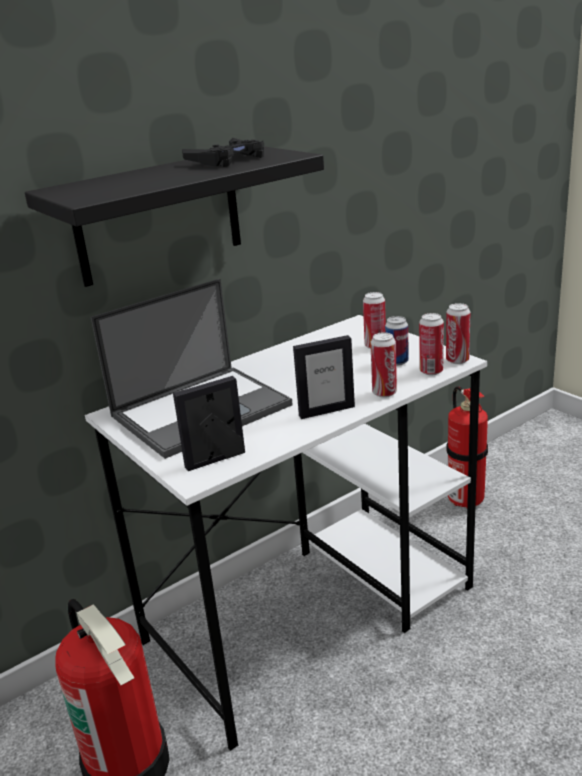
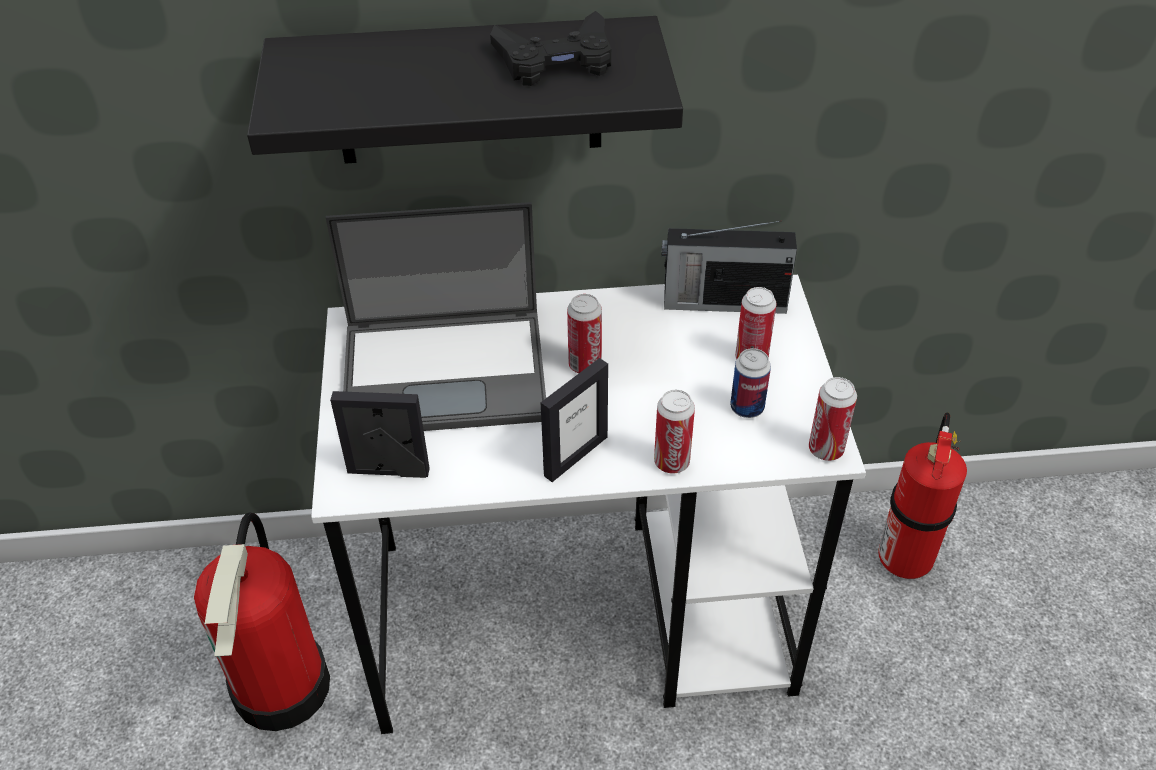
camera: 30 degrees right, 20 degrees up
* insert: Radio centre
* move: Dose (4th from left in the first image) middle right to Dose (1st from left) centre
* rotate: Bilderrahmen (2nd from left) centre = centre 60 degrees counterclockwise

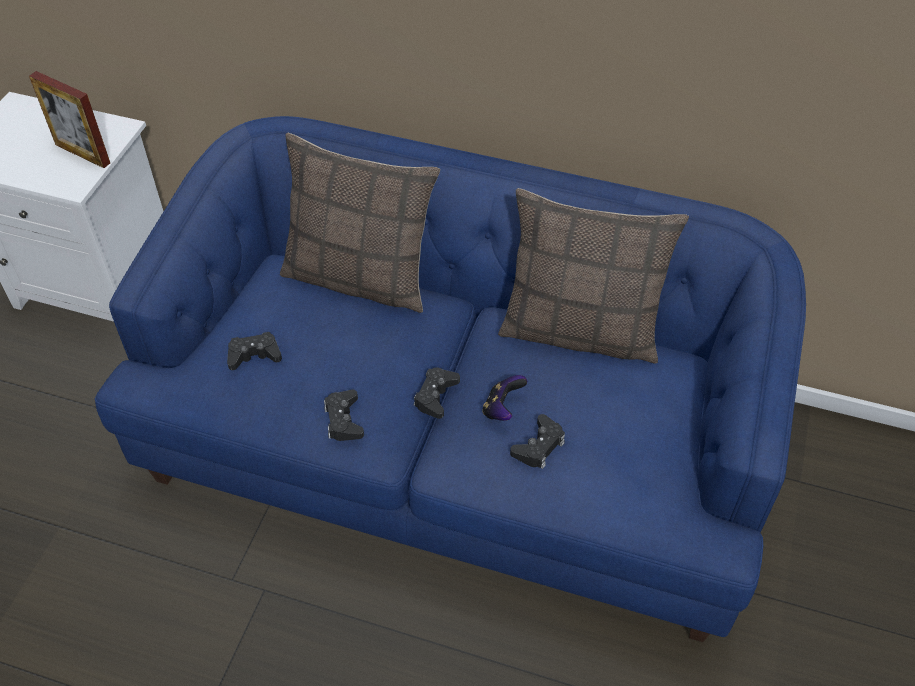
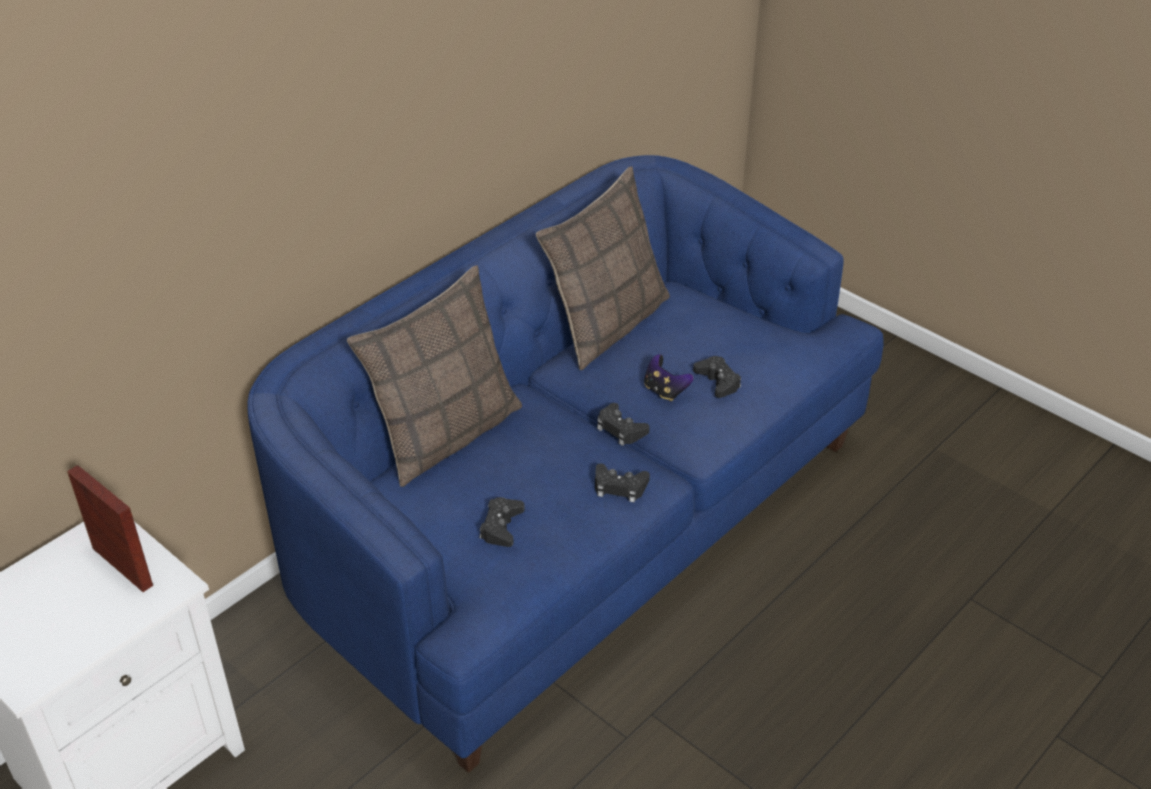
camera: 65 degrees left, 10 degrees down
* rotate: Bilderrahmen top left = bottom left 105 degrees counterclockwise

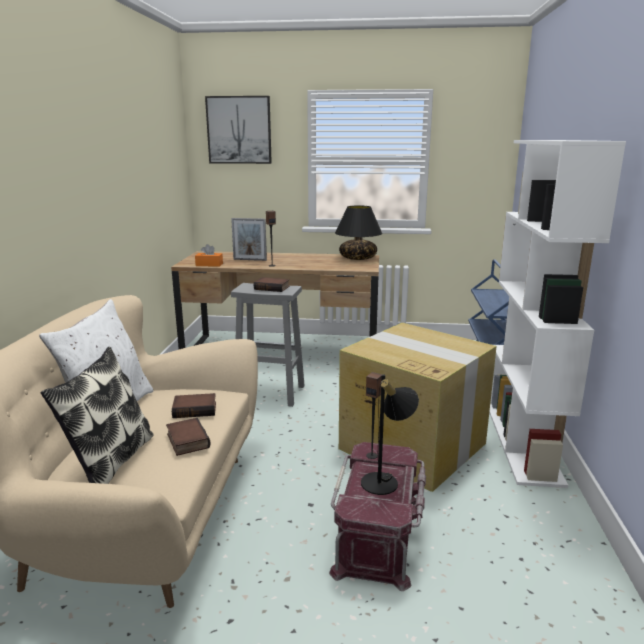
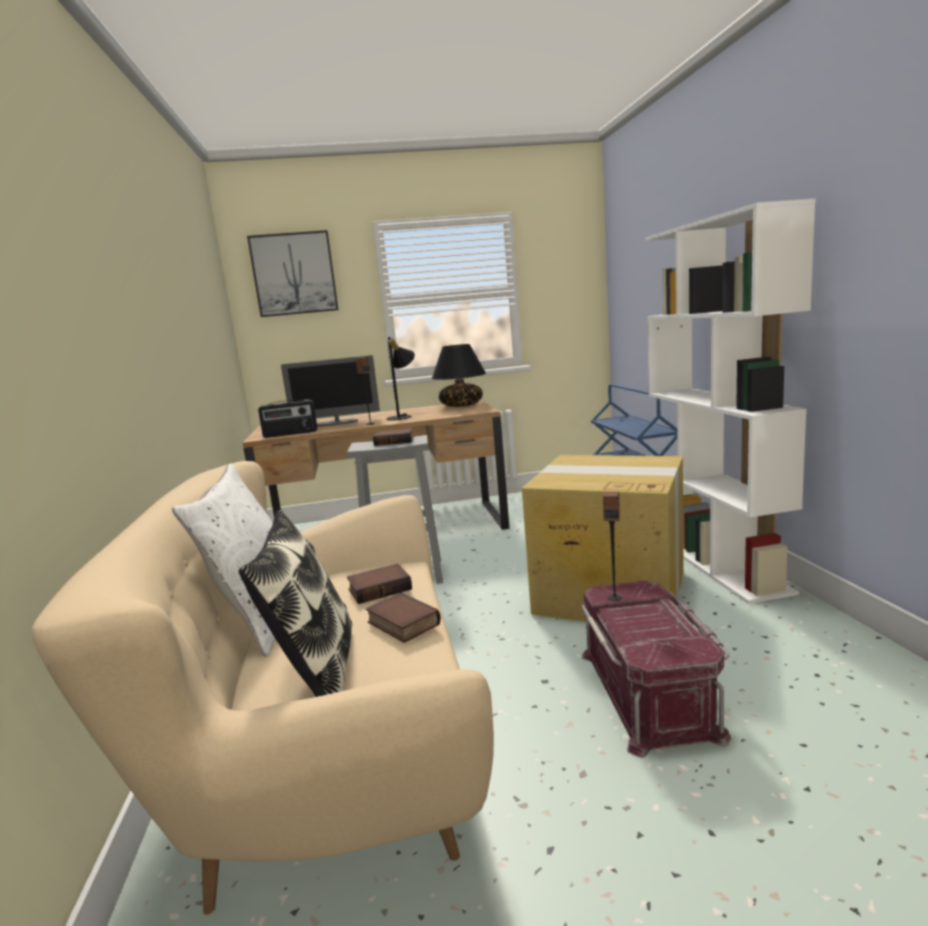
camera: 15 degrees left, 5 degrees down
* move: Tischlampe [schwarz] (2nd from left in the first image) bottom centre to Tischlampe [schwarz] (1st from left) centre
* replace: Taschentuchbox [orange] middle left to Radio middle left
* replace: Bilderrahmen centre to Monitor centre

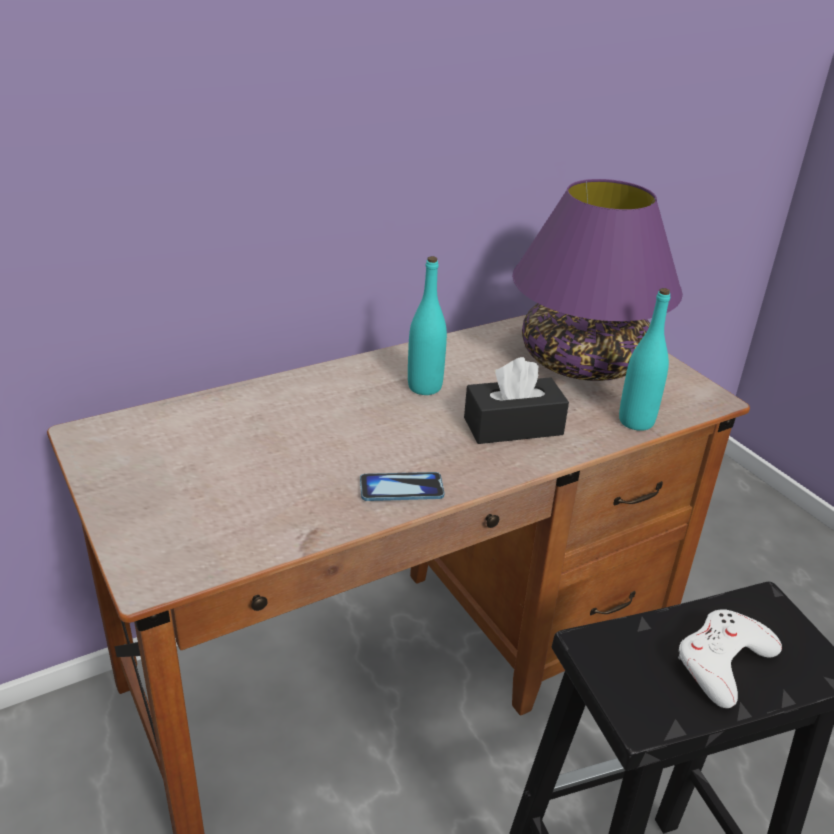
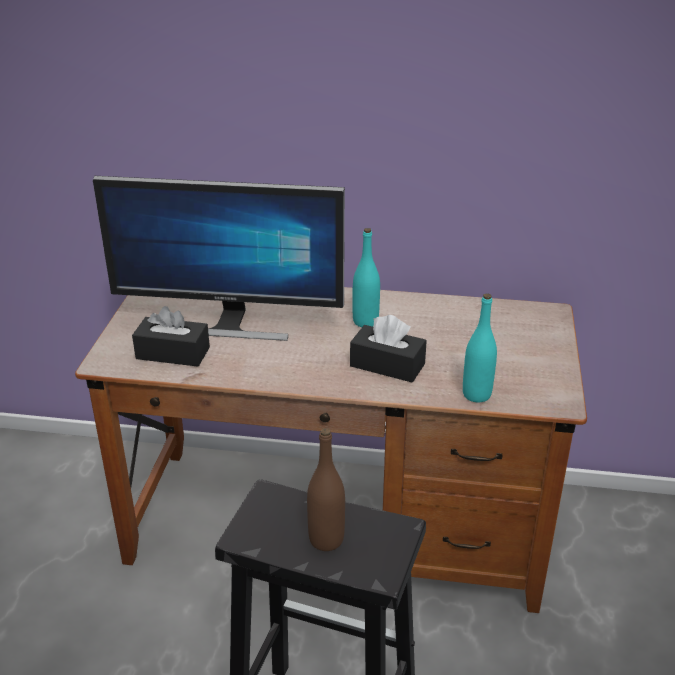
camera: 40 degrees right, 0 degrees up
* delete: Handy centre
* delete: Tischlampe [lila] middle right
* insert: Monitor middle left
* insert: Taschentuchbox [schwarz] (1st from left) middle left
* replace: Gamepad [weiß] bottom right to Flasche [braun] bottom centre

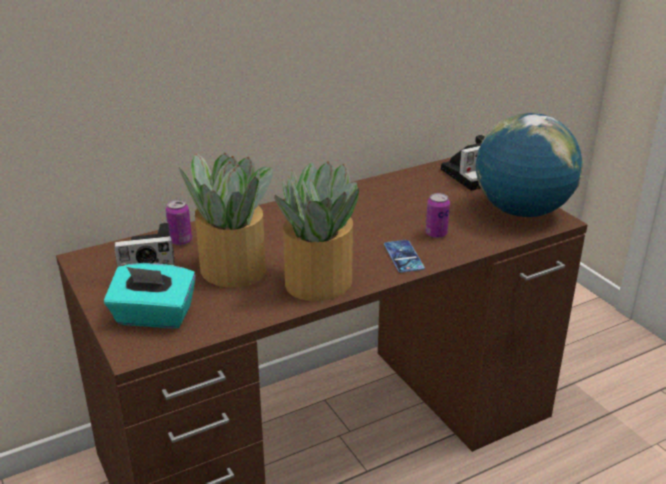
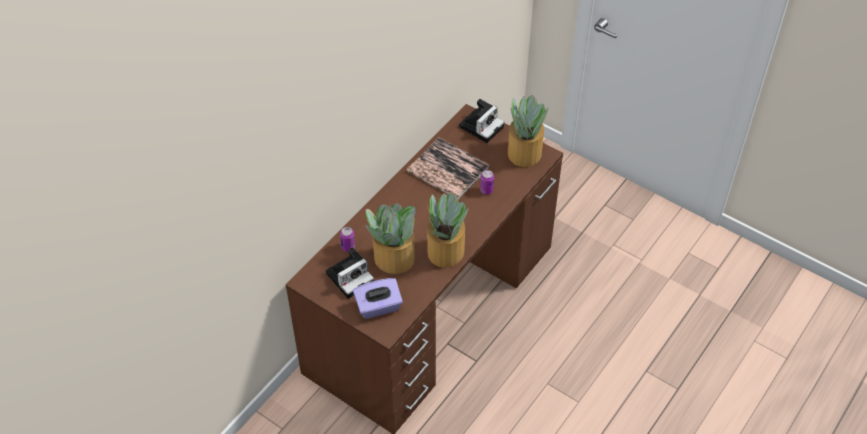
camera: 25 degrees left, 20 degrees up
* delete: Handy centre
* insert: Buch centre
* replace: Globus middle right to Topfpflanze (3rd from left) top centre
* recolor: Taschentuchbox [türkis] middle left to Taschentuchbox [lila] bottom centre

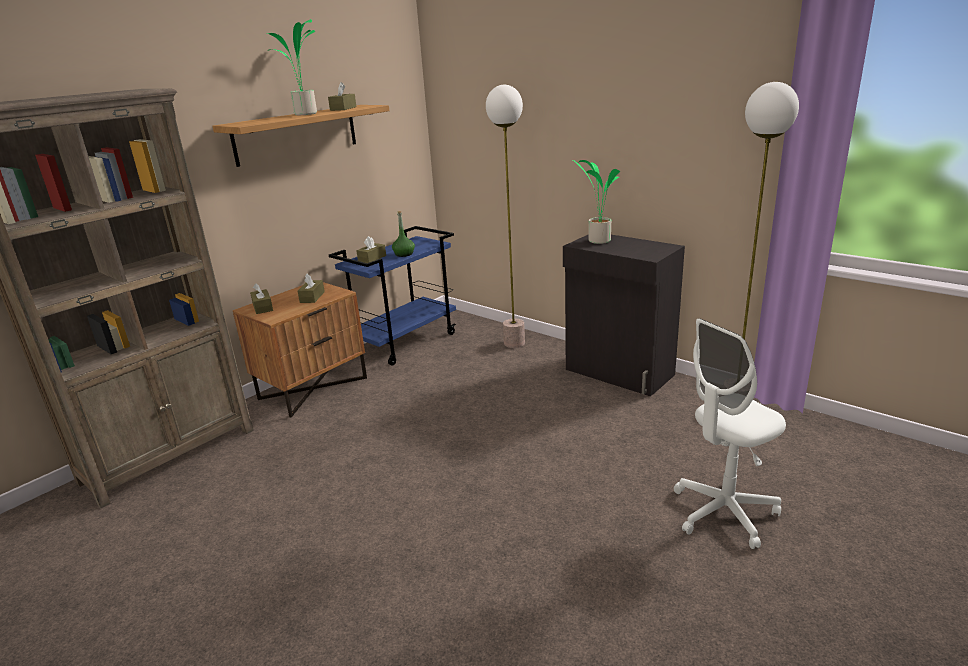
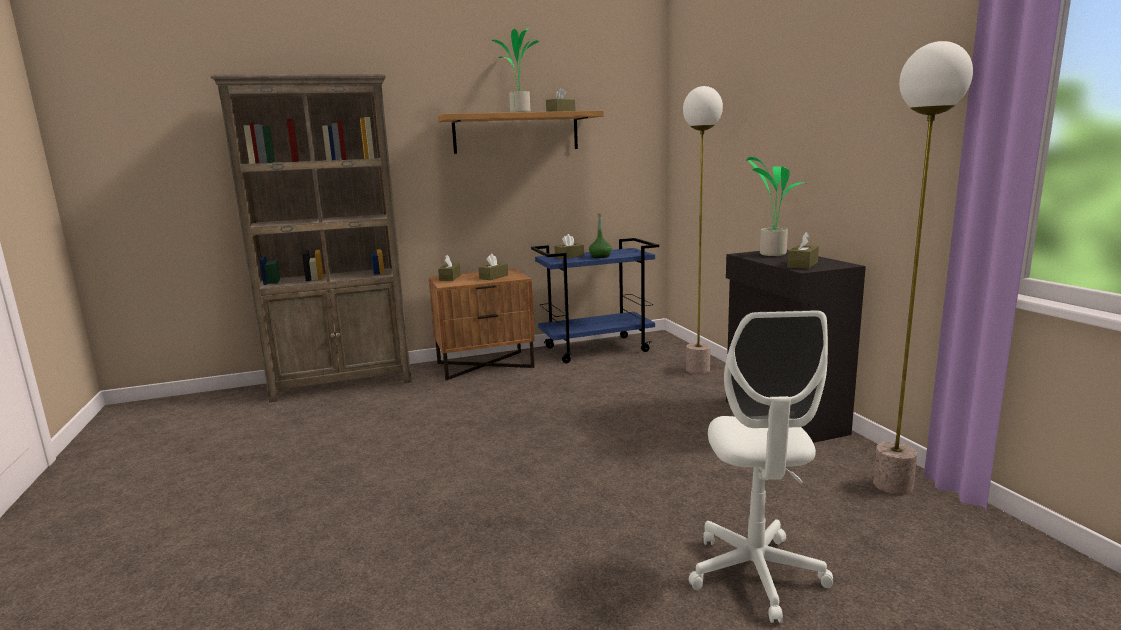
camera: 30 degrees right, 10 degrees down
* insert: Taschentuchbox [braun] (5th from left) middle right
* rotate: Bürostuhl [weiß] middle right = bottom right 90 degrees counterclockwise

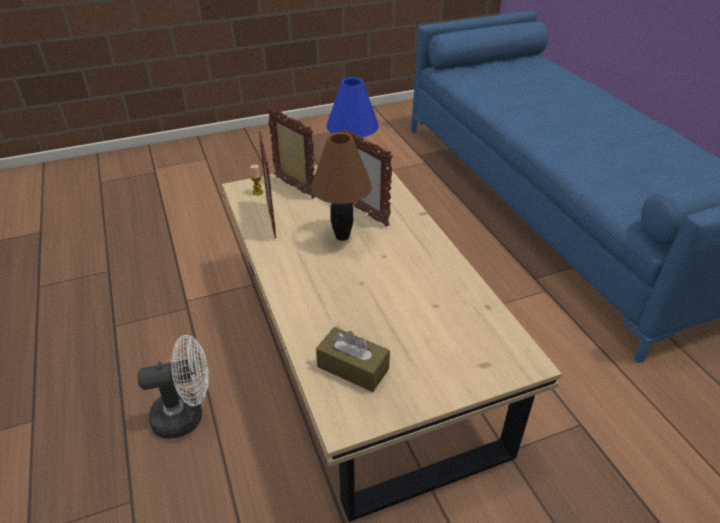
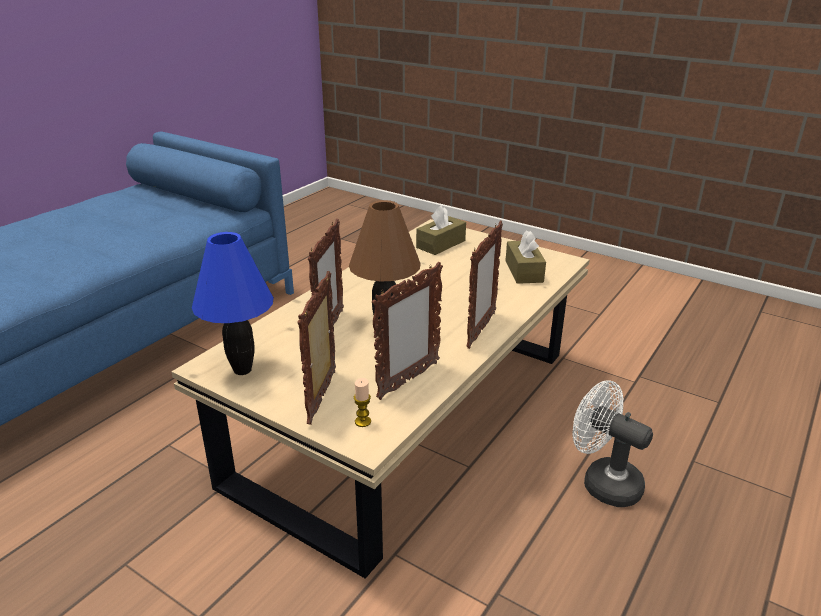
camera: 125 degrees left, 10 degrees down
* insert: Taschentuchbox [braun] (1st from left) centre
* insert: Bilderrahmen (4th from left) centre

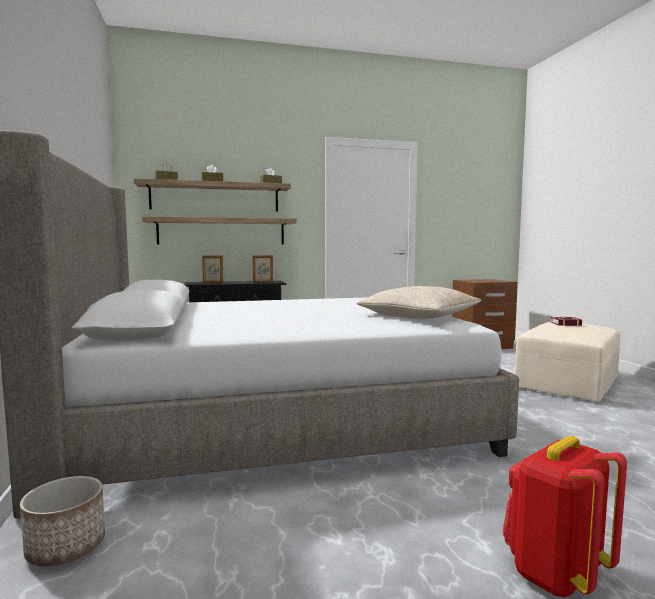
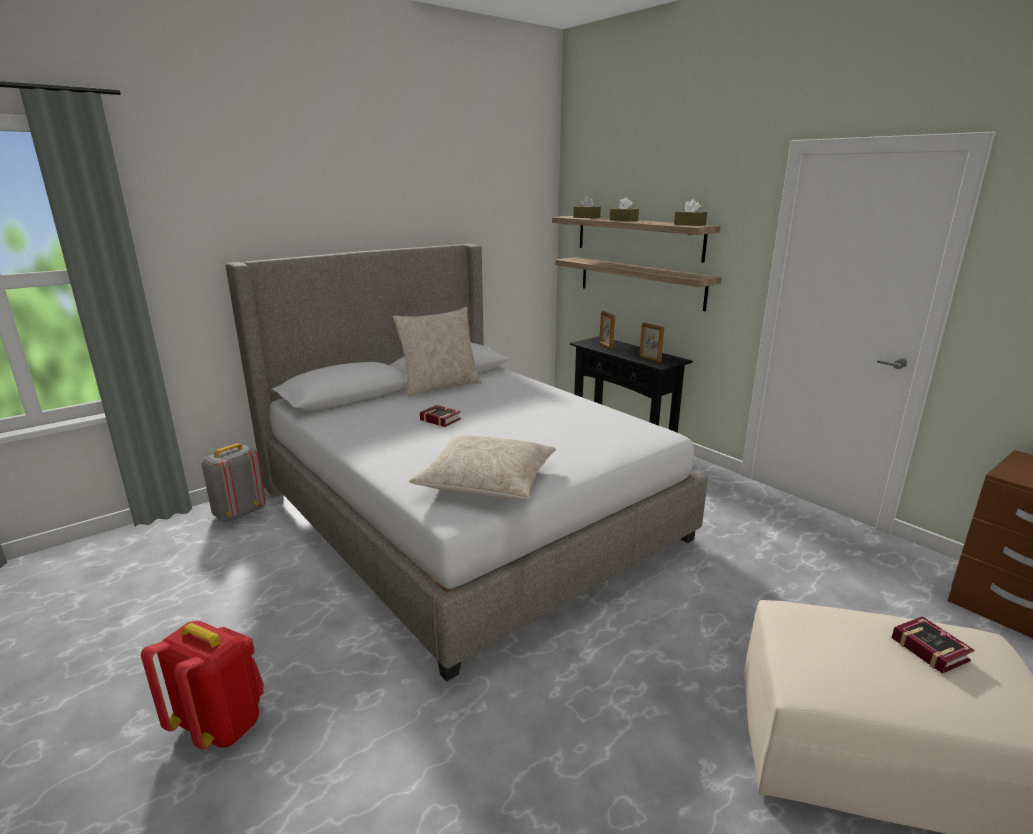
camera: 65 degrees right, 15 degrees up
* insert: Kissen [beige] (1st from left) centre
* insert: Buch (1st from left) centre
* replace: Pflanzkübel bottom left to Rucksack [grau] middle left

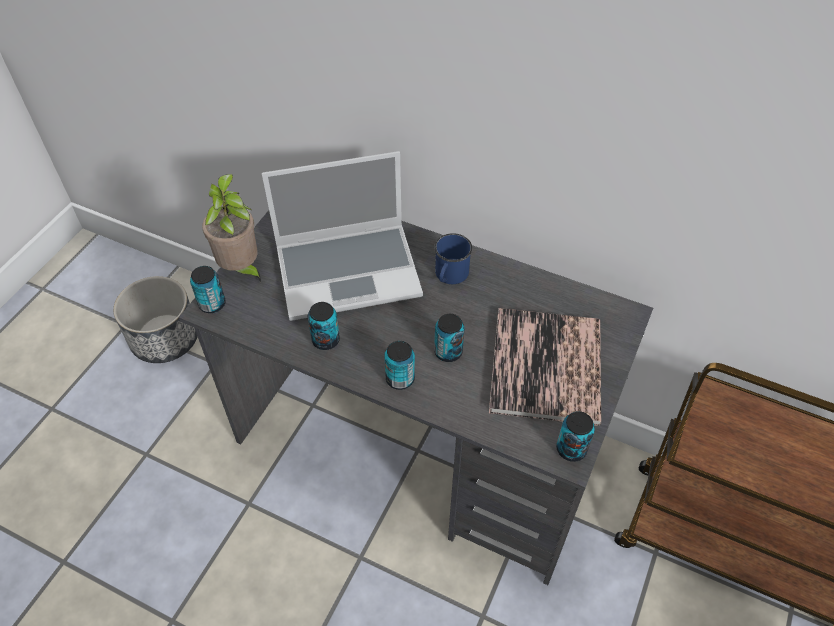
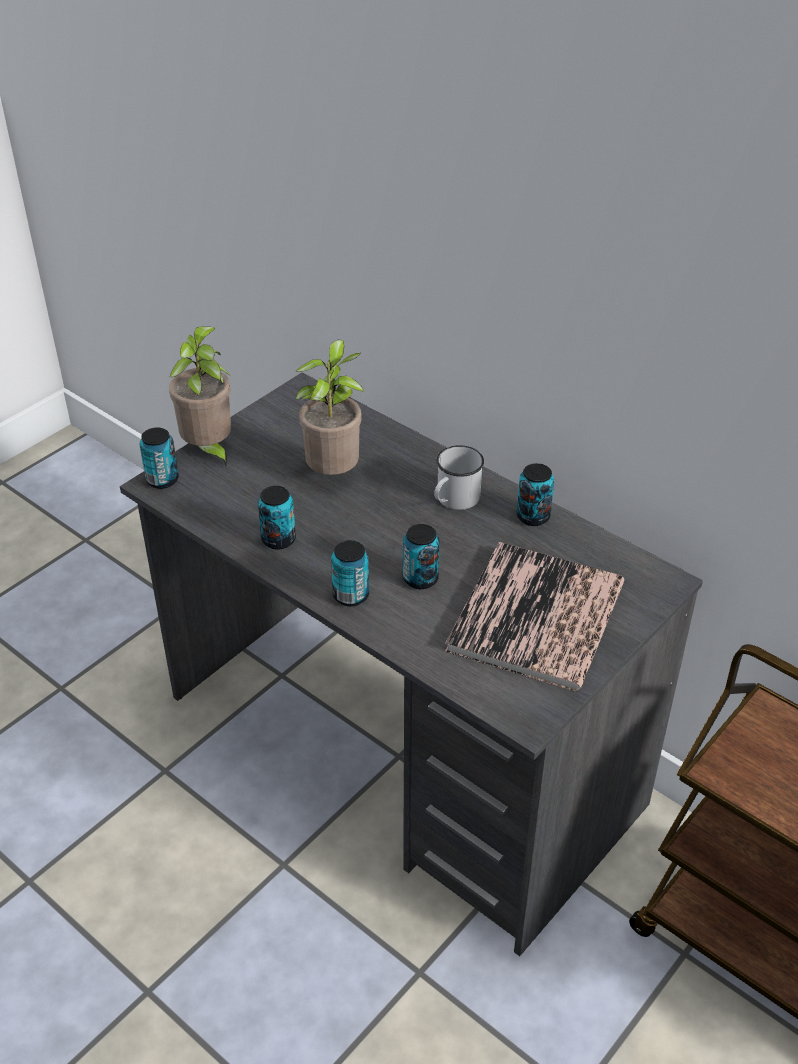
camera: 15 degrees right, 10 degrees down
* delete: Pflanzkübel middle left
* move: Dose (5th from left) bottom right to middle right
* replace: Laptop centre to Topfpflanze (2nd from left) centre
* recolor: Henkelbecher [blau] centre to Henkelbecher [weiß] centre

